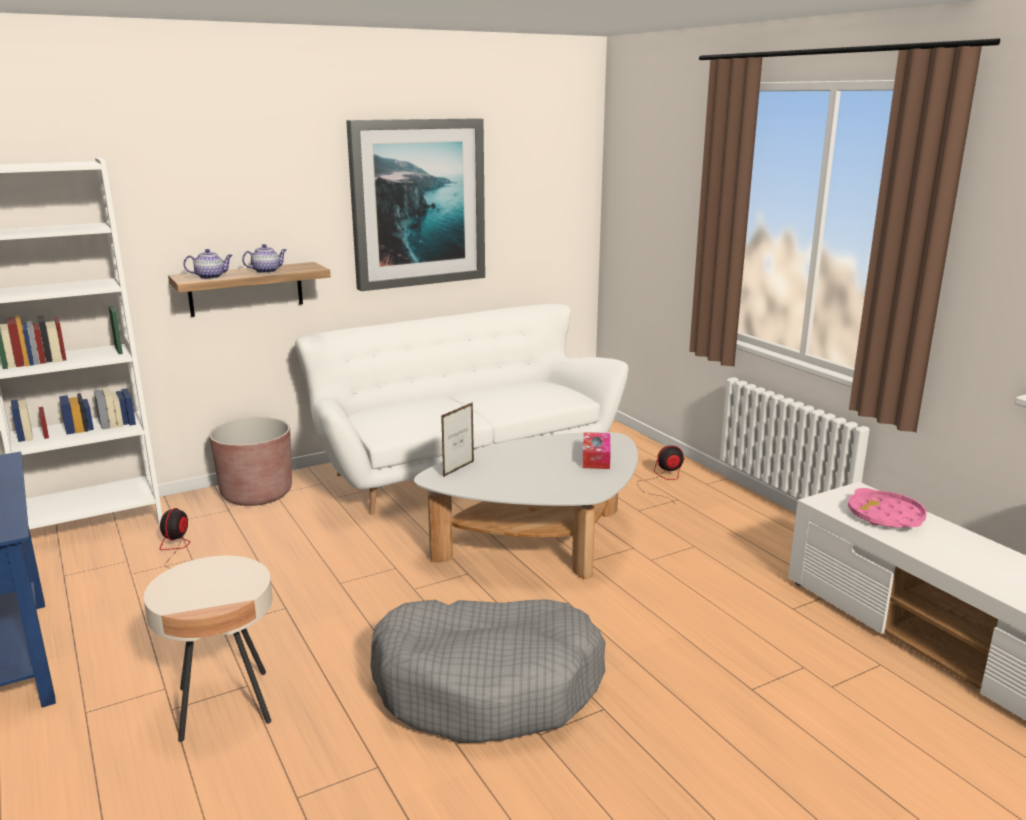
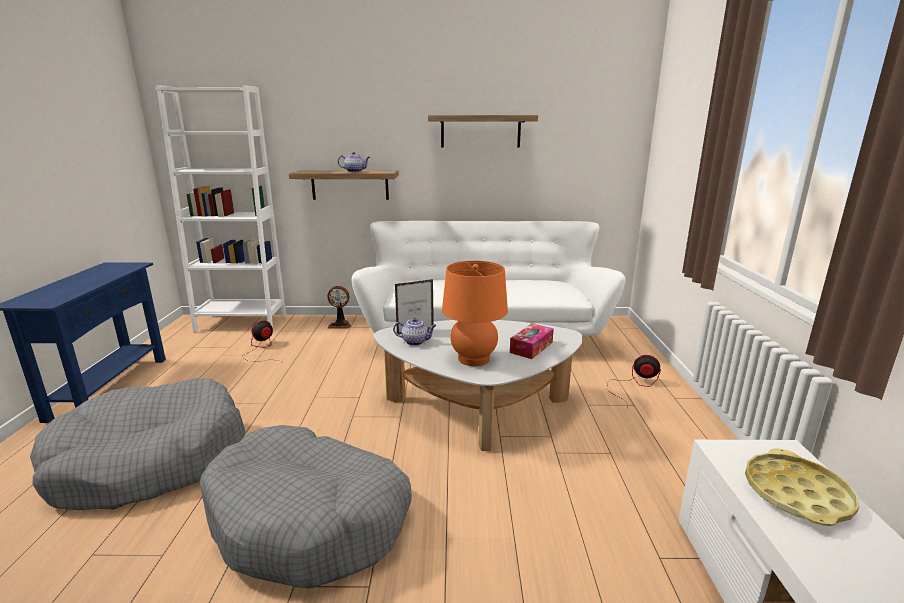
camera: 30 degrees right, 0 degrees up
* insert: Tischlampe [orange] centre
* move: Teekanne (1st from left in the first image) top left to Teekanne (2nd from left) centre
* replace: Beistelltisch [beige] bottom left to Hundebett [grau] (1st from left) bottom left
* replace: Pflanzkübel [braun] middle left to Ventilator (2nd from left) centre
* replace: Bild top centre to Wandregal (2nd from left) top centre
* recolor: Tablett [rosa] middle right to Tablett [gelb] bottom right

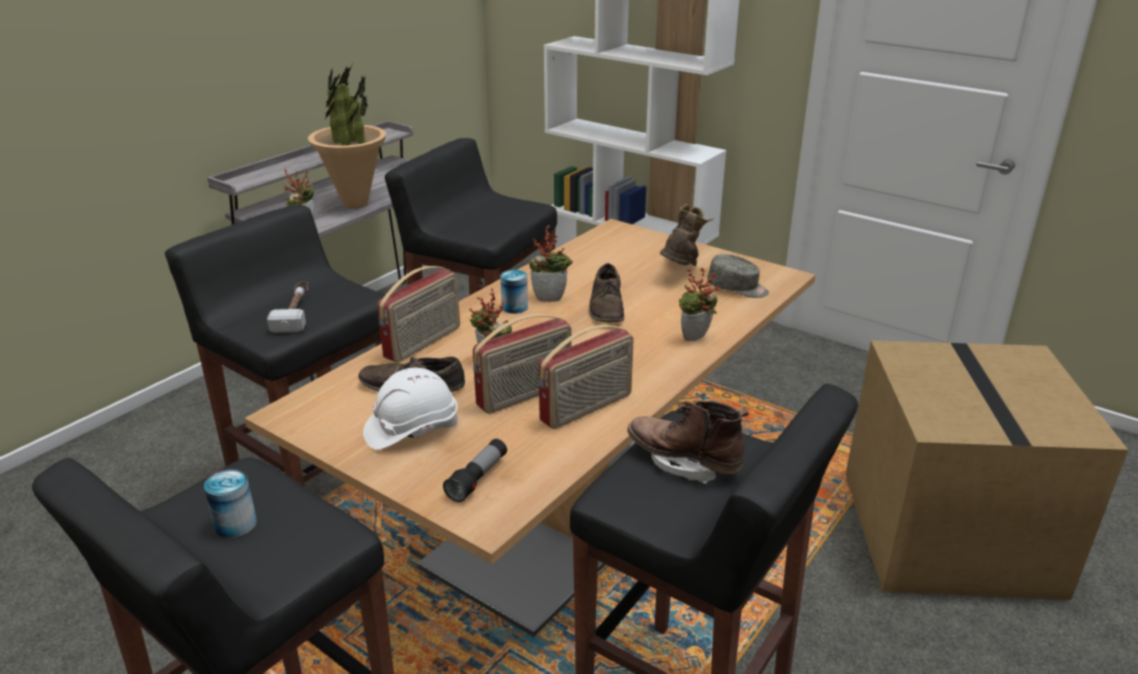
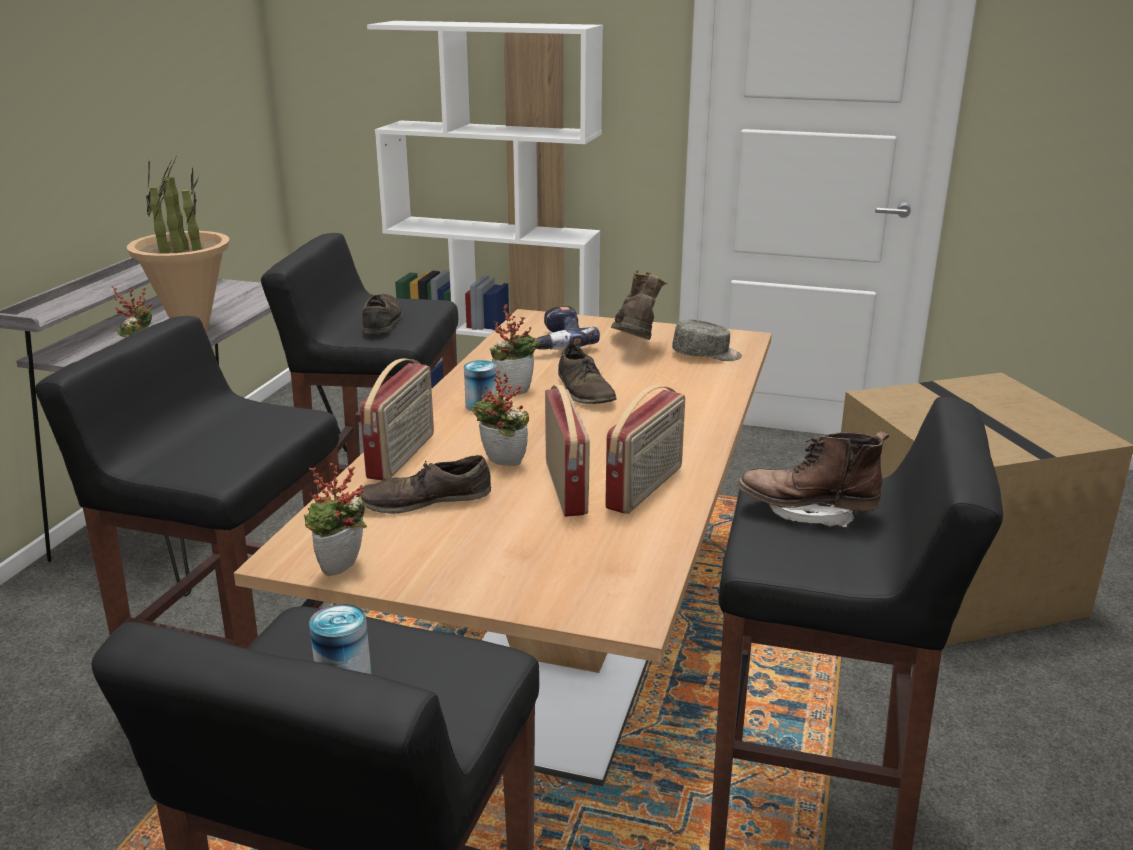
camera: 20 degrees left, 5 degrees down
* delete: Hammer middle left
* delete: Schutzhelm [weiß] centre
* delete: Taschenlampe bottom centre
* insert: Schuh [braun] (1st from left) centre
* insert: Bohrmaschine centre
* move: Topfpflanze (5th from left in the first image) centre to Topfpflanze (3rd from left) middle left
* rotate: Radio (2nd from left) centre = centre 45 degrees counterclockwise

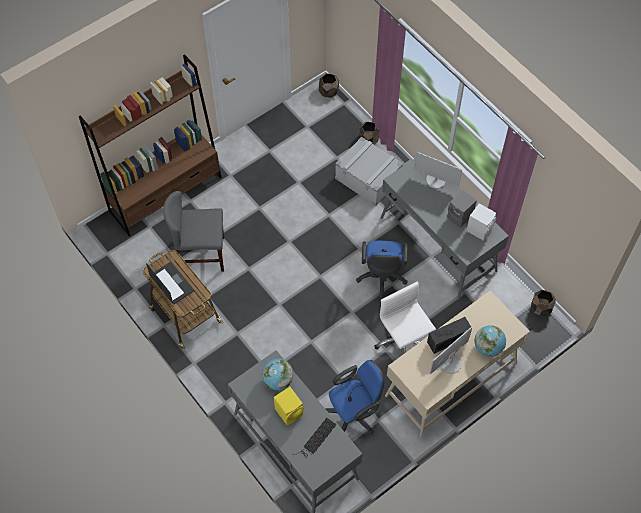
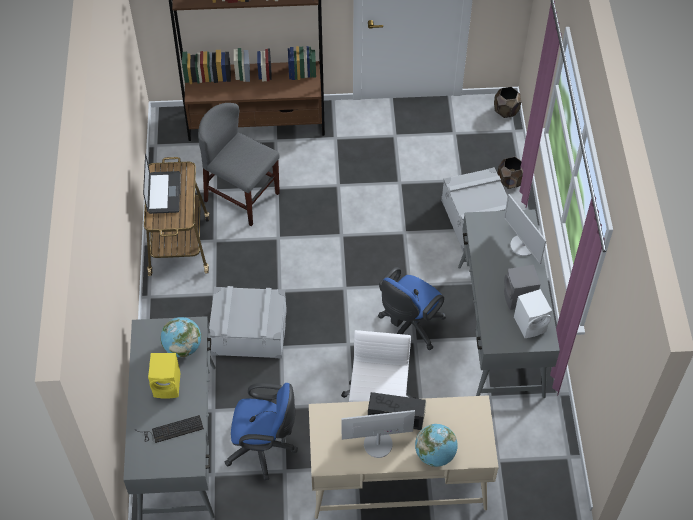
camera: 35 degrees right, 5 degrees down
* delete: Pflanzkübel [braun] (3rd from left) middle right
* insert: Aufbewahrungsbox [grau] (1st from left) centre

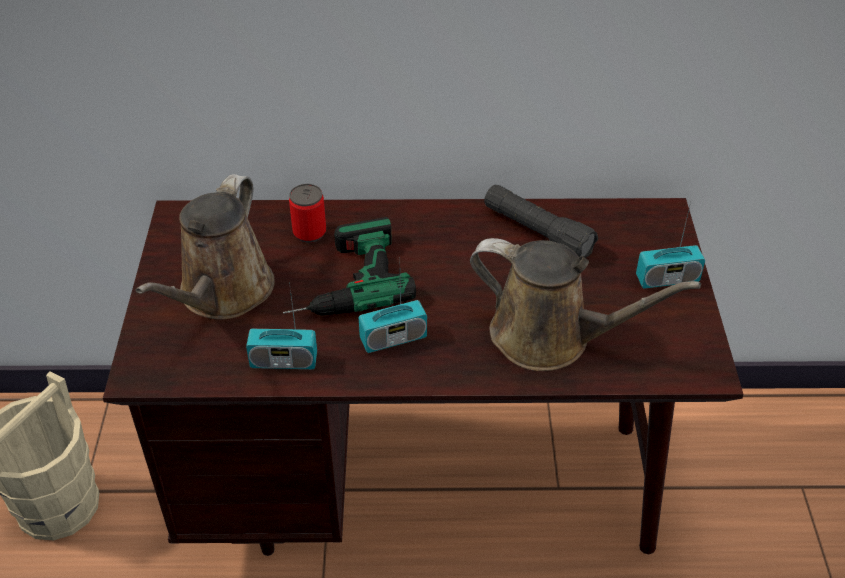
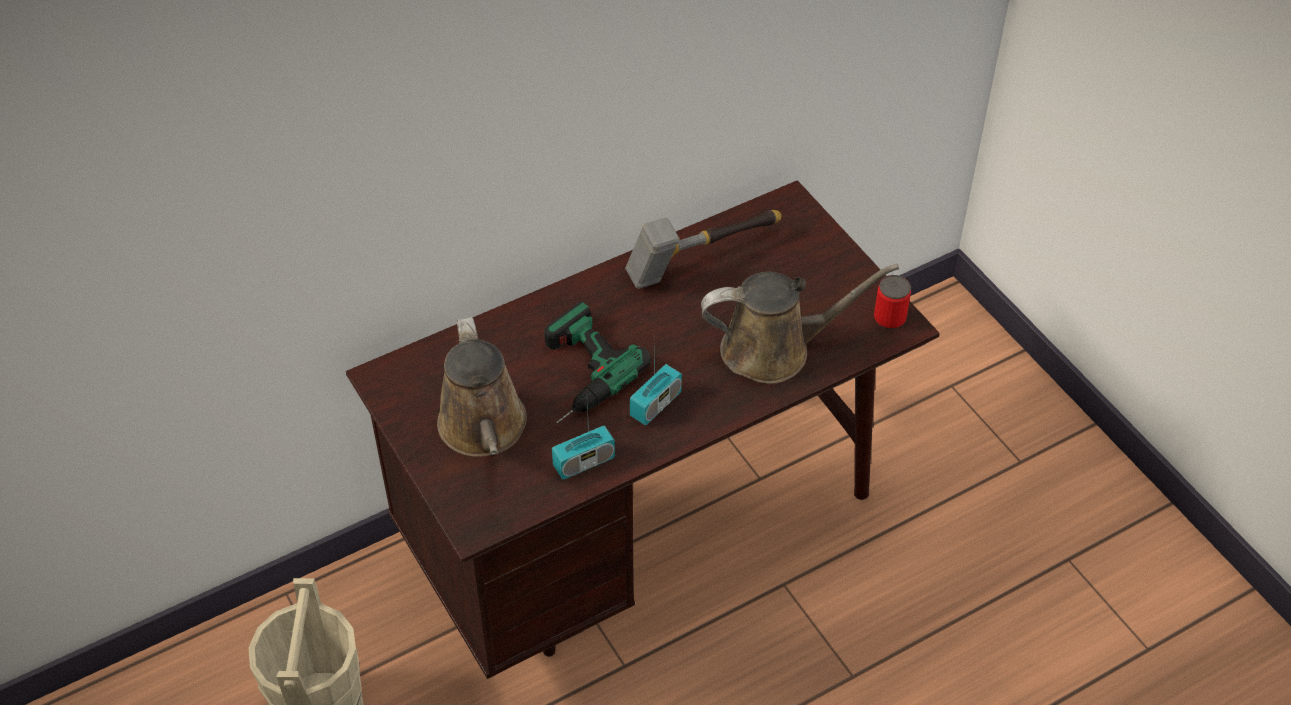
camera: 30 degrees left, 5 degrees up
* delete: Radio (3rd from left) middle right
* move: Dose centre to middle right
* replace: Taschenlampe [schwarz] centre to Hammer centre

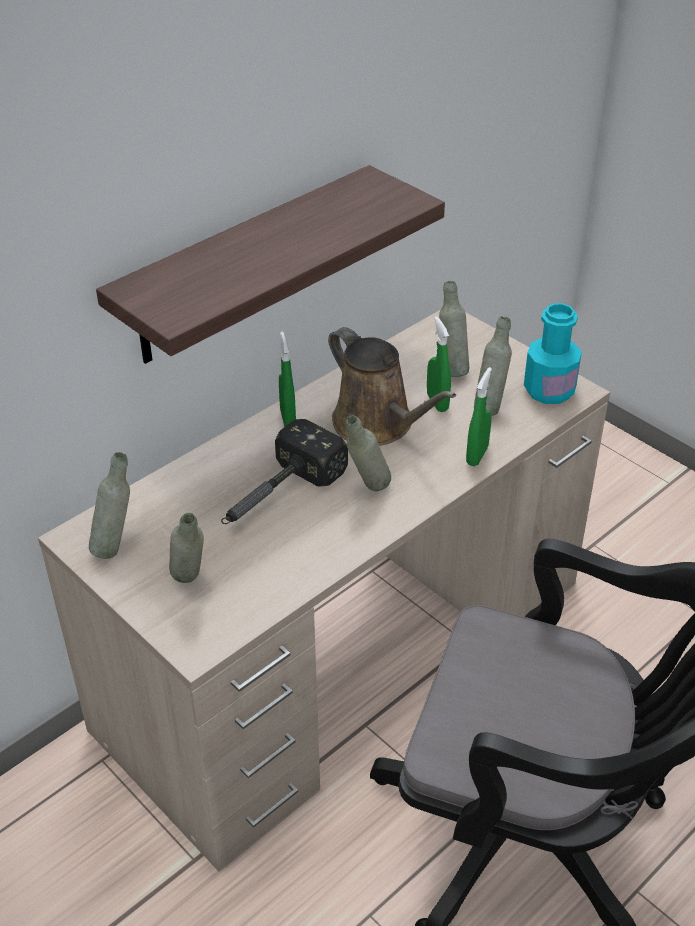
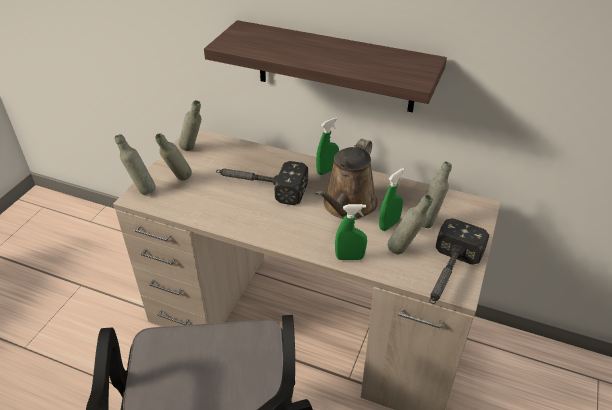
camera: 65 degrees right, 0 degrees up
* move: Flasche [grau] (3rd from left in the first image) centre to Flasche [grau] (1st from left) middle left
* replace: Flasche [türkis] middle right to Hammer (2nd from left) middle right

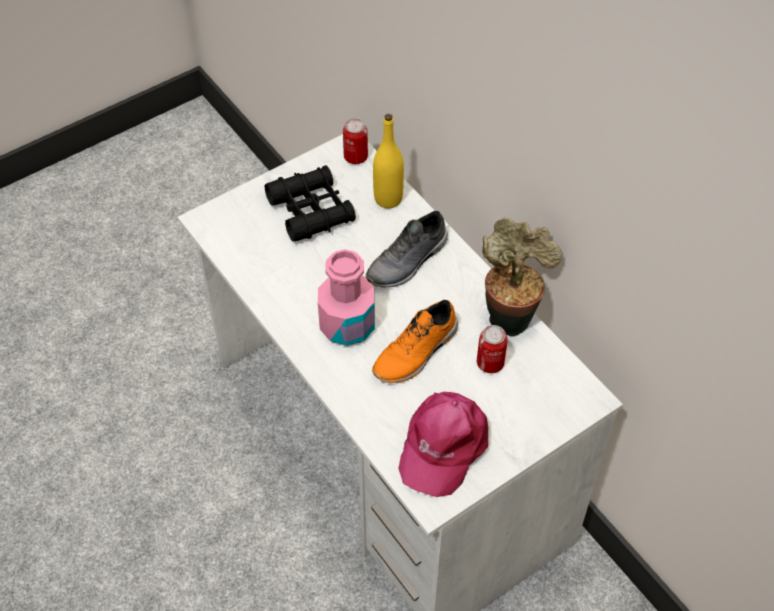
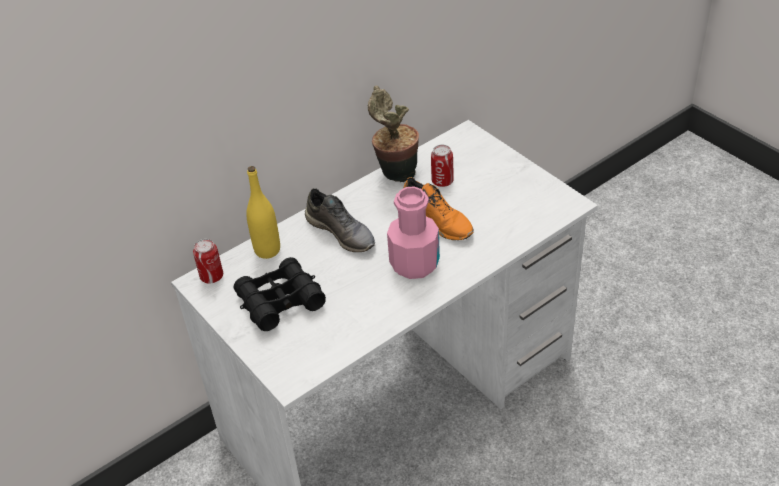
camera: 90 degrees left, 10 degrees down
* delete: Kappe [rosa] bottom centre

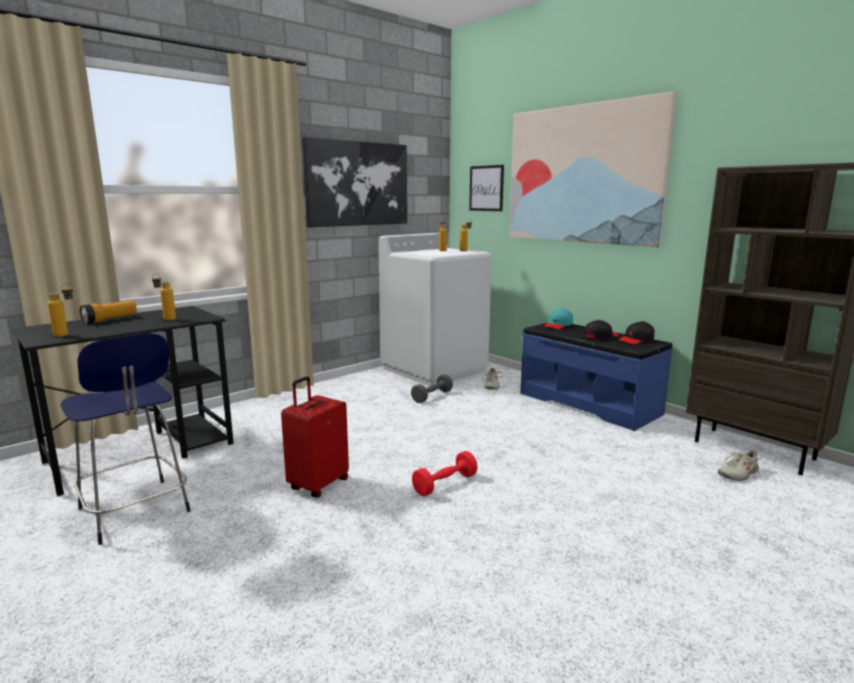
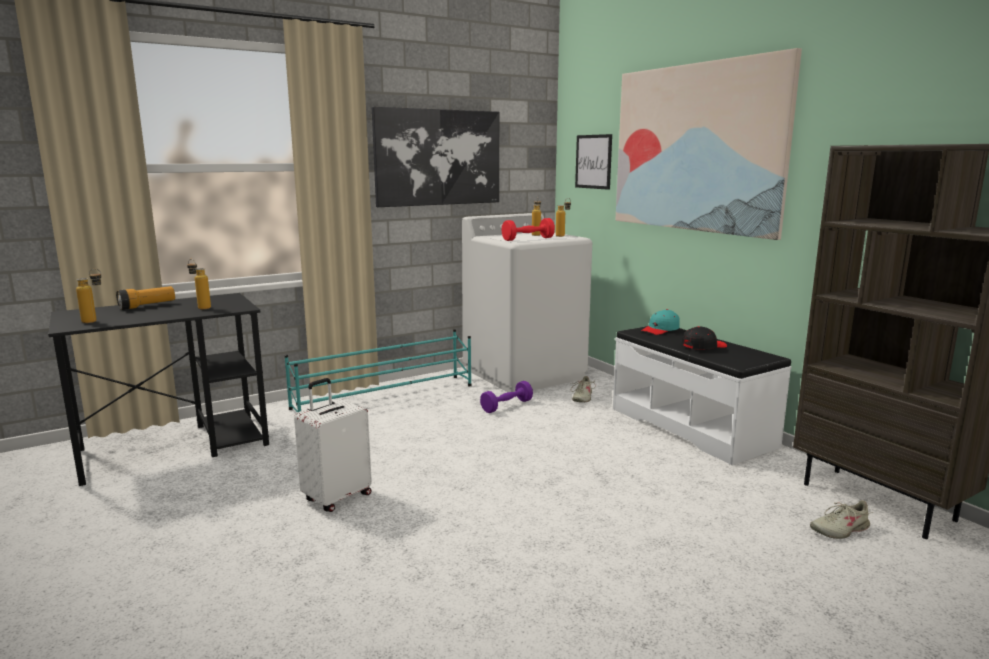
camera: 10 degrees right, 0 degrees up
* delete: Hocker [blau] middle left
* delete: Kappe [schwarz] (2nd from left) middle right
* insert: Schuhregal [türkis] centre
* move: Hantel [rot] bottom centre to centre
* recolor: Koffer [rot] centre to Koffer [weiß] bottom centre
* recolor: Hantel [grau] centre to Hantel [lila] centre
* recolor: Bank [blau] middle right to Bank [weiß] middle right

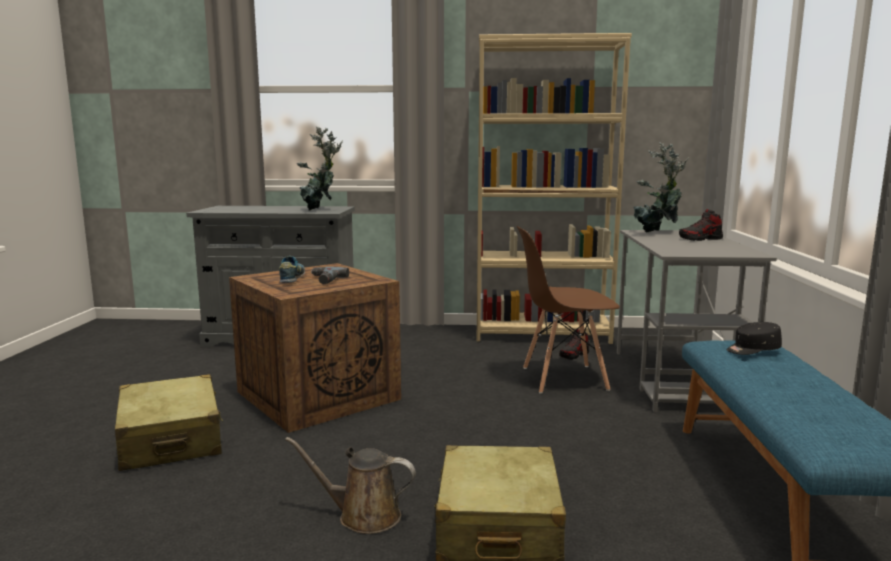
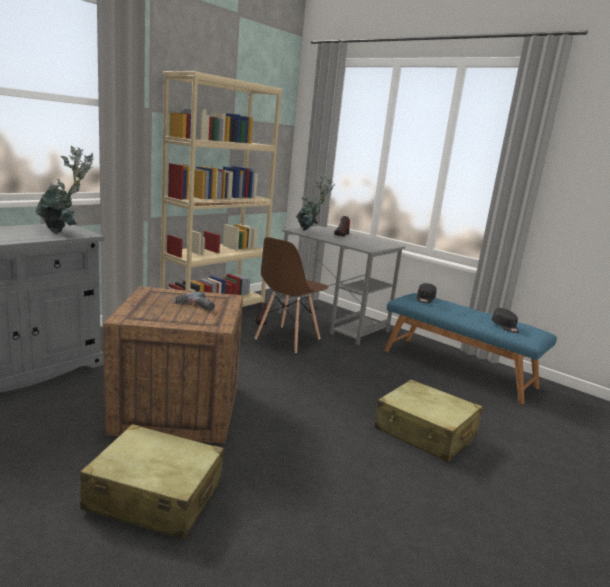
camera: 55 degrees left, 5 degrees up
* delete: Schuh (1st from left) middle left
* delete: Gießkanne [braun] bottom centre
* insert: Kappe [schwarz] (2nd from left) middle right

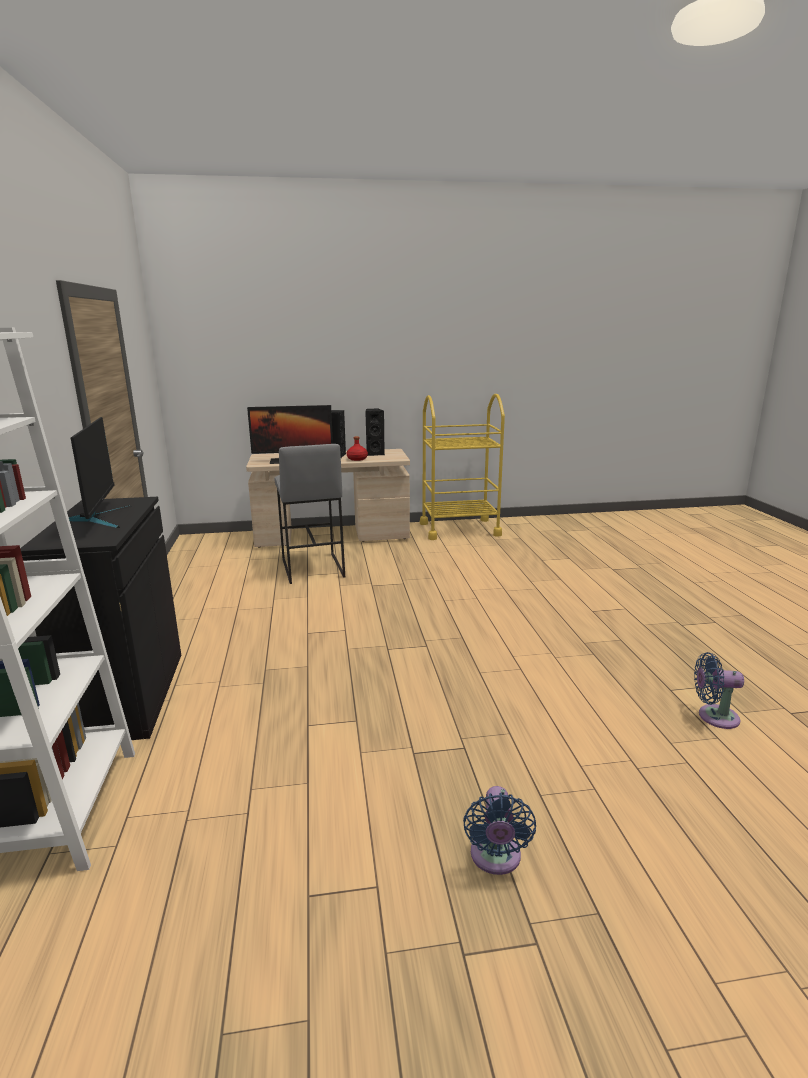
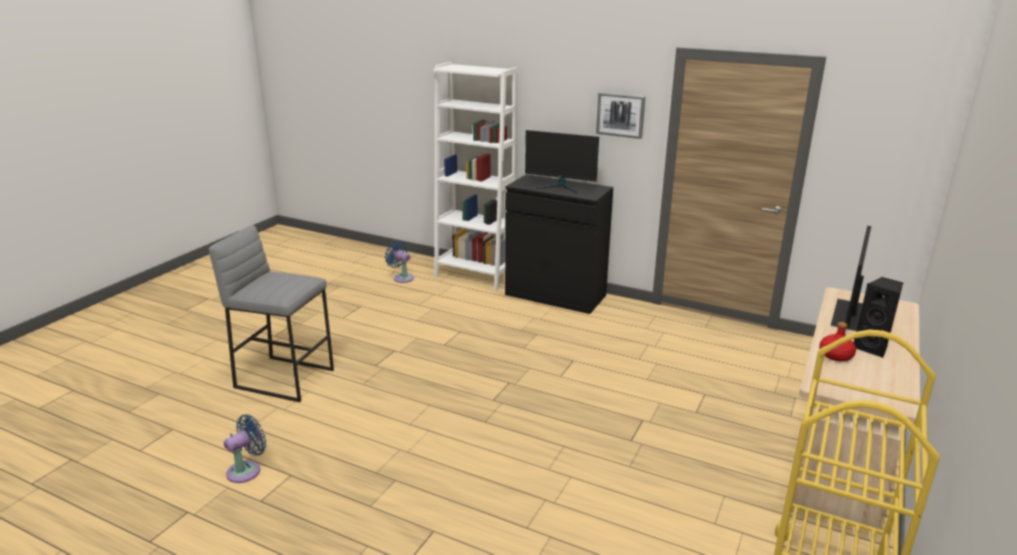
camera: 125 degrees right, 5 degrees up
* delete: Lautsprecher [schwarz] (2nd from left) centre
* insert: Bild top centre
* move: Hocker [grau] centre to middle left
* move: Ventilator [blau] (1st from left in the first image) bottom centre to Ventilator [blau] (2nd from left) centre

